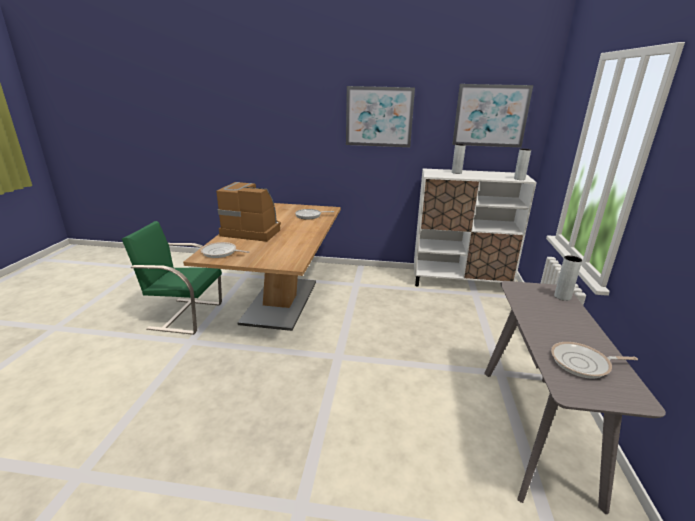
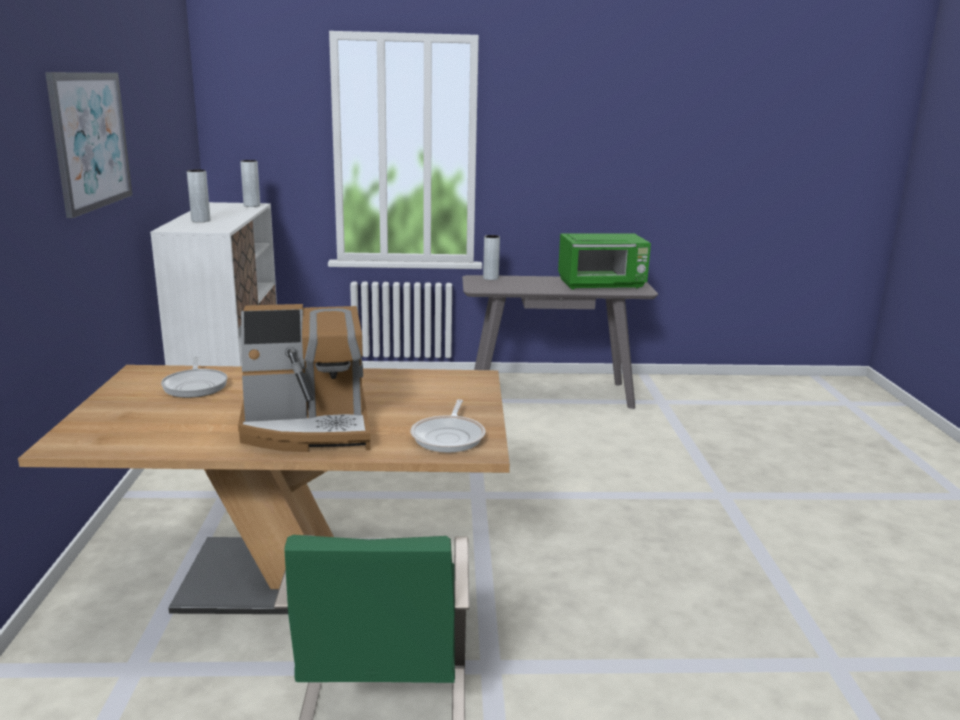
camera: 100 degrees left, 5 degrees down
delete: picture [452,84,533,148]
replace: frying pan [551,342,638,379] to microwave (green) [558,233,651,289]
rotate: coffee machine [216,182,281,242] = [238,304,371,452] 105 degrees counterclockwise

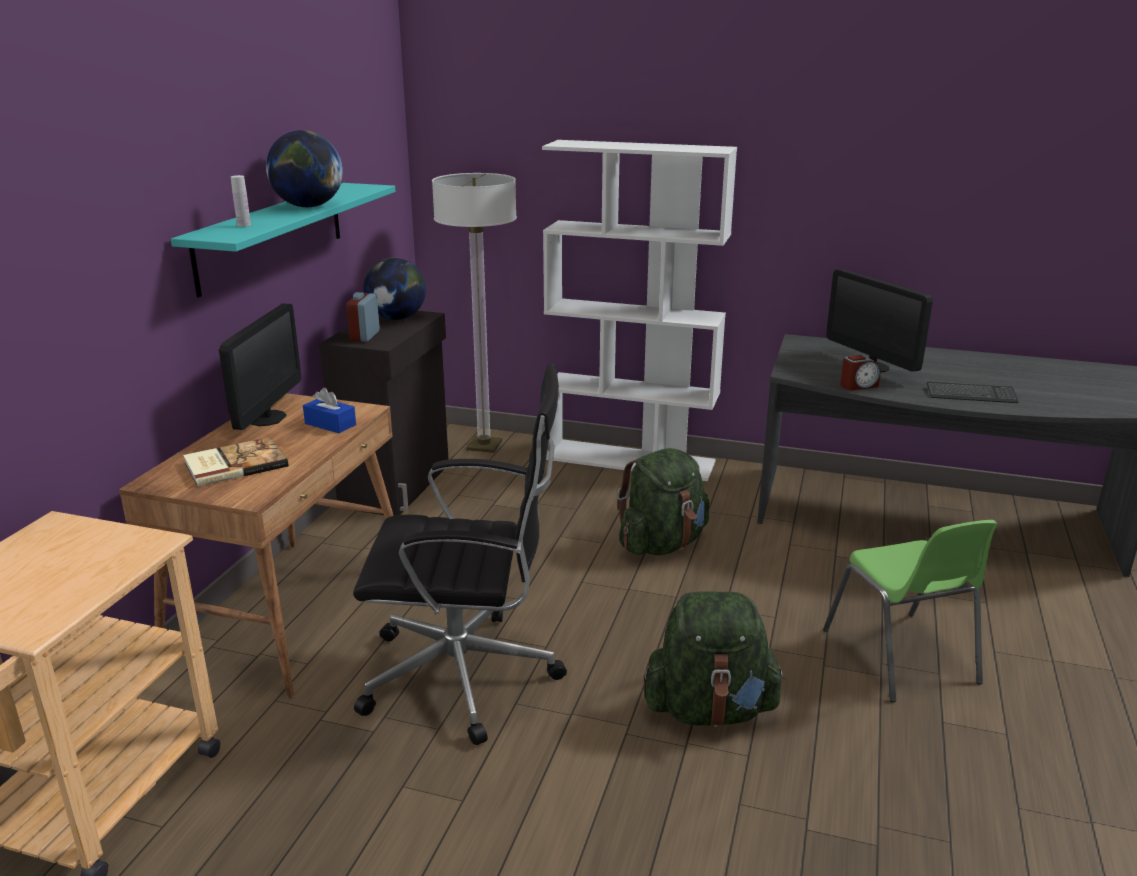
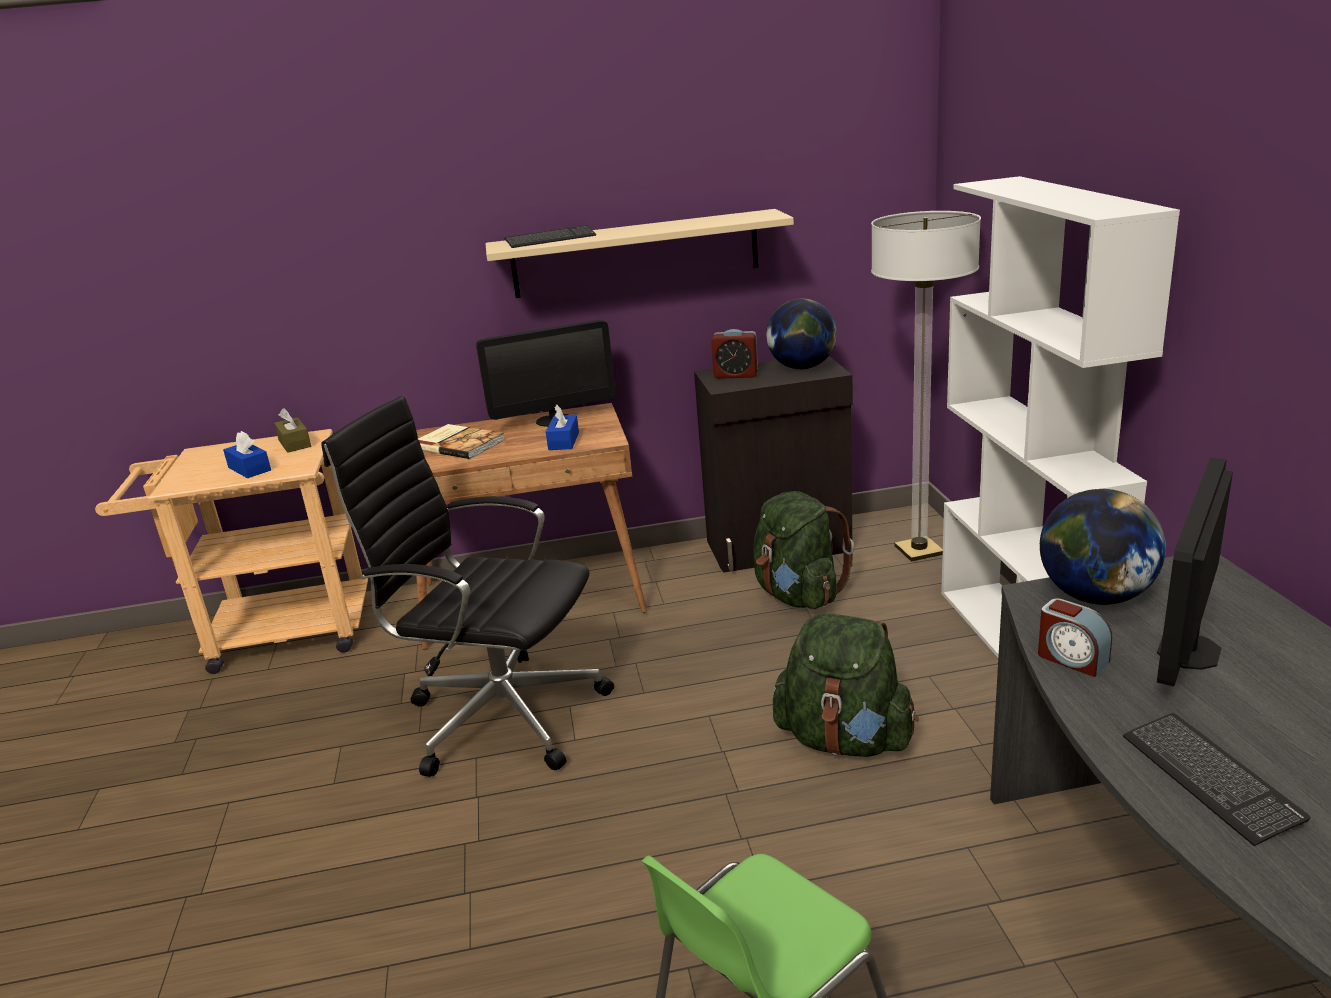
camera: 65 degrees right, 0 degrees up
insert: tissue box (blue) [223,431,271,478]; tissue box (brown) [274,408,311,453]
move: backpack (green) [643,592,785,727] to [754,491,854,609]; globe [266,130,343,207] to [1040,489,1166,605]
replace: bottle (white) [231,175,251,227] to keyboard [504,225,596,248]
recolor: shelf (turquoise) [171,183,396,297] to shelf (beige) [486,209,794,298]
rotate: office chair (black) [353,364,567,745] = [321,396,614,777] 135 degrees clockwise; alarm clock [346,292,380,342] = [711,329,758,379] 150 degrees counterclockwise

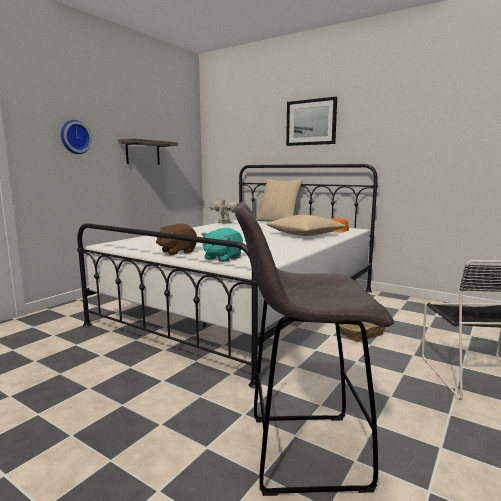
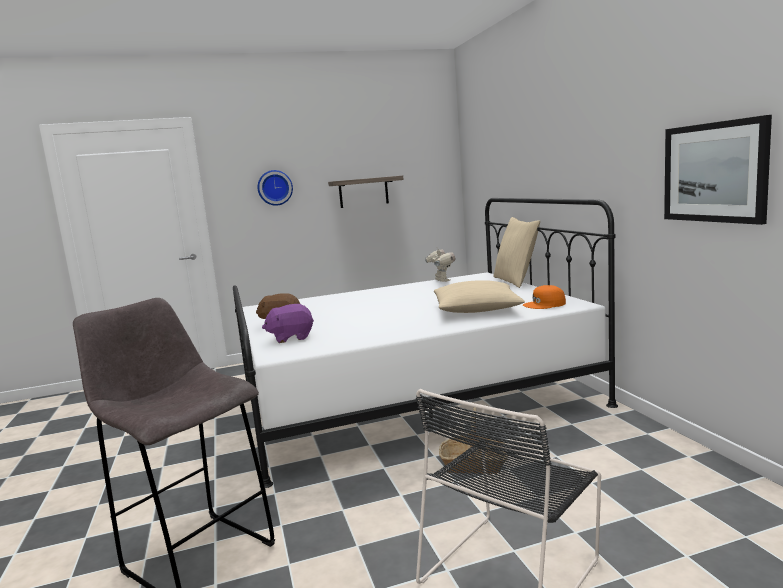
camera: 40 degrees right, 0 degrees up
move: picture [286,97,337,146] to [664,115,772,225]
recolor: plush toy (turquoise) [201,228,243,262] to plush toy (purple) [262,304,314,343]

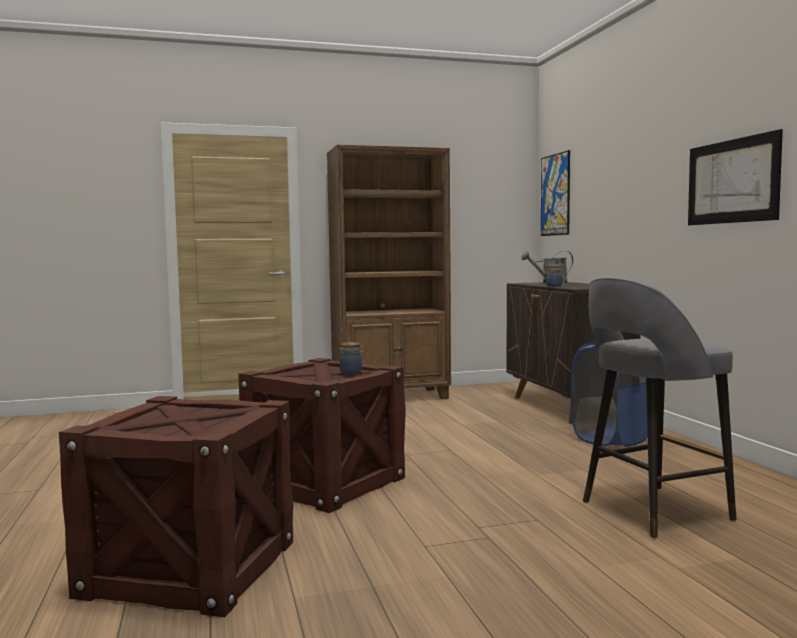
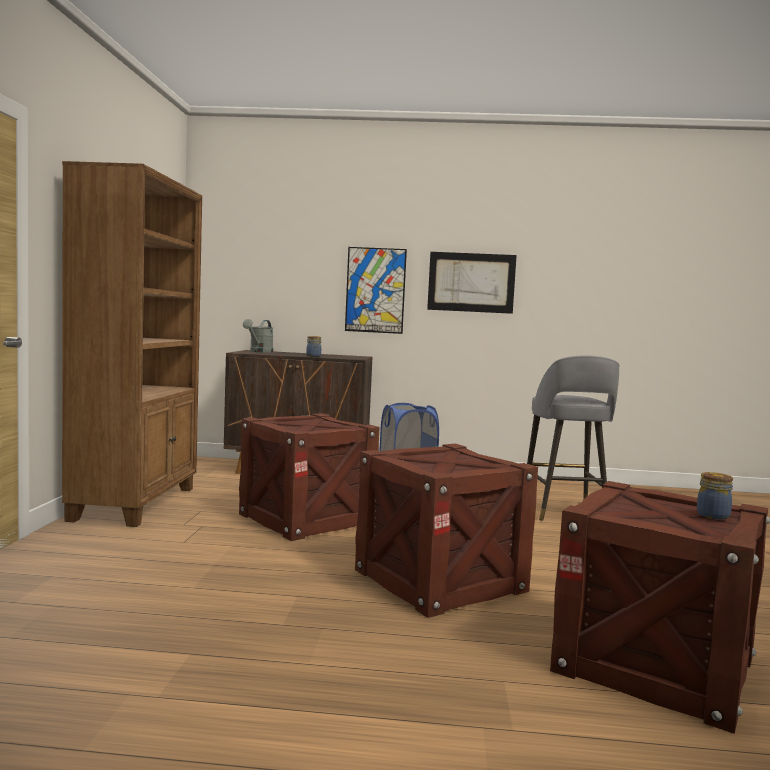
camera: 70 degrees left, 0 degrees up
insert: crate [239,413,380,541]
move: picture [541,150,570,236] to [345,247,407,334]; jar [340,342,364,375] to [697,472,733,520]

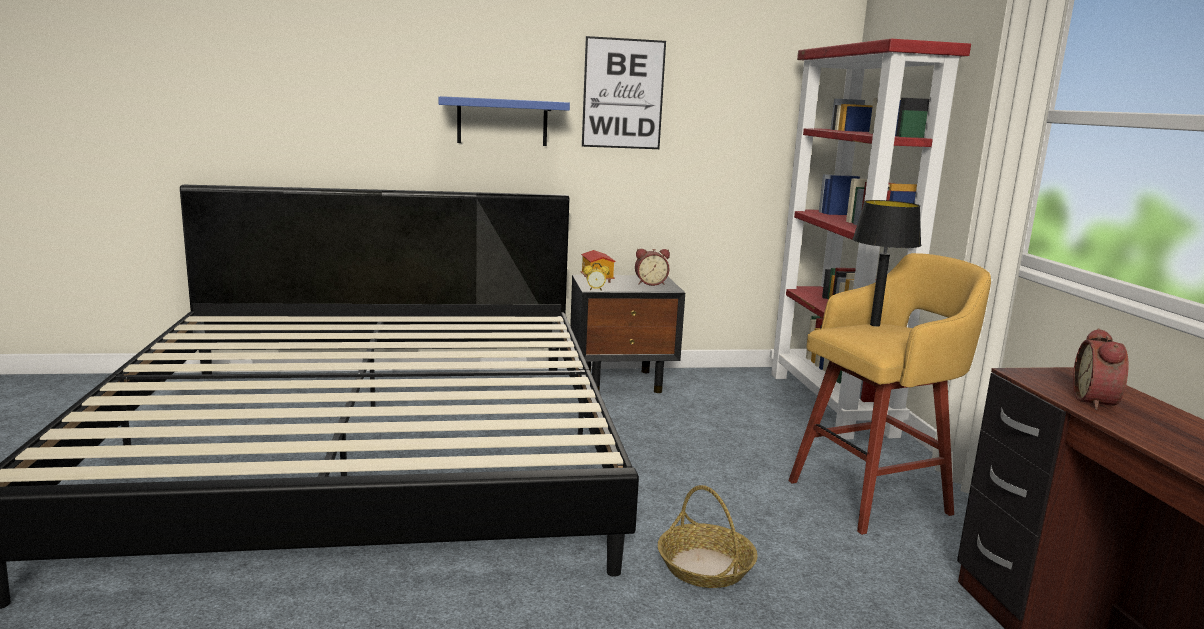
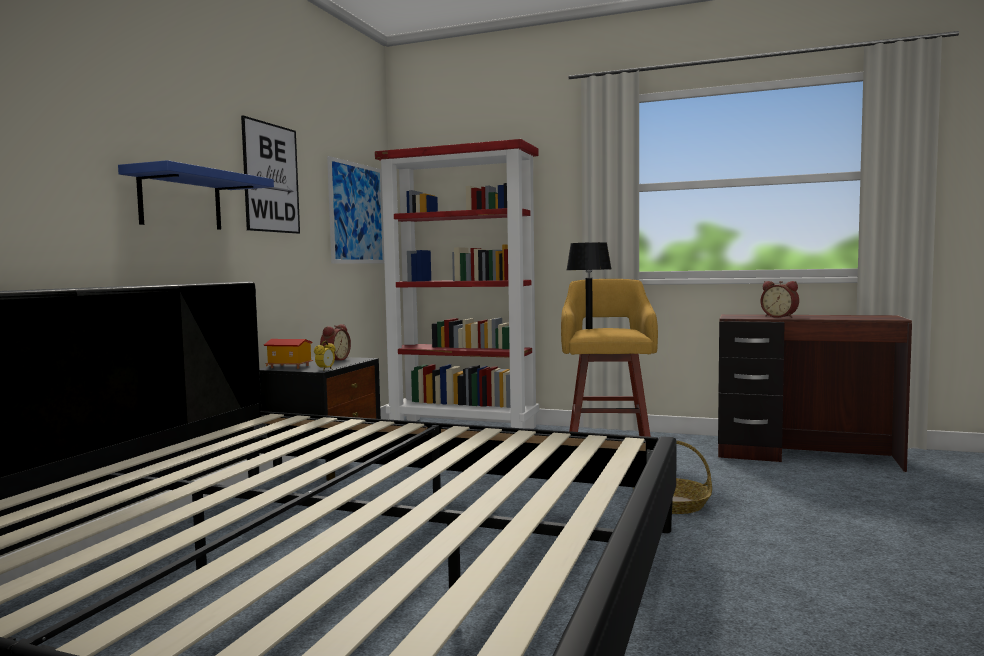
camera: 60 degrees left, 10 degrees down
insert: picture [327,156,384,264]

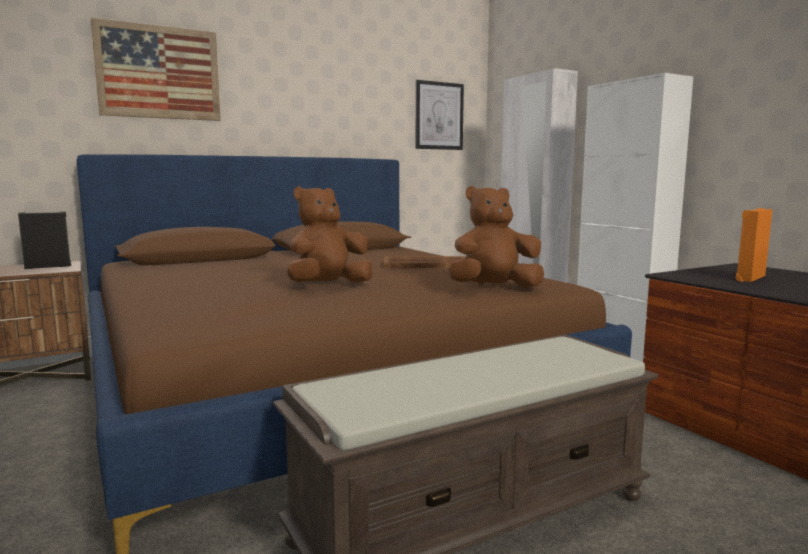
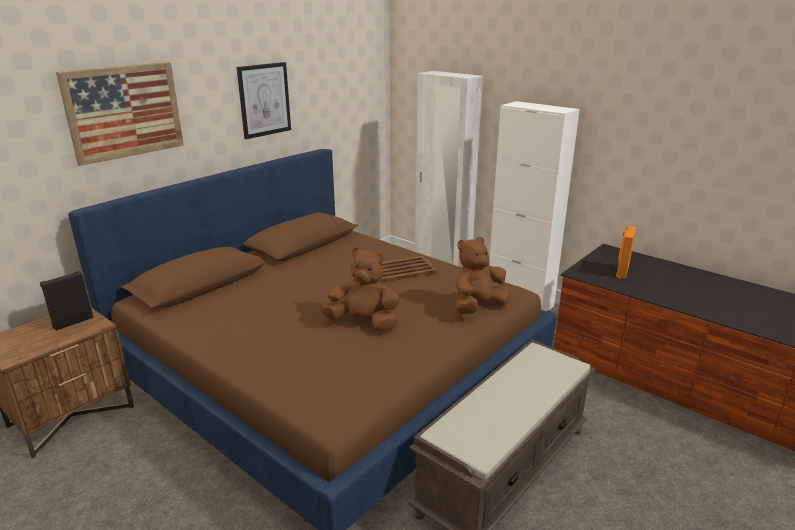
camera: 20 degrees left, 15 degrees up
move: picture [416,80,464,150] to [237,62,291,139]
rotate: plush toy (brown) [287,186,372,283] = [321,247,400,332] 75 degrees clockwise

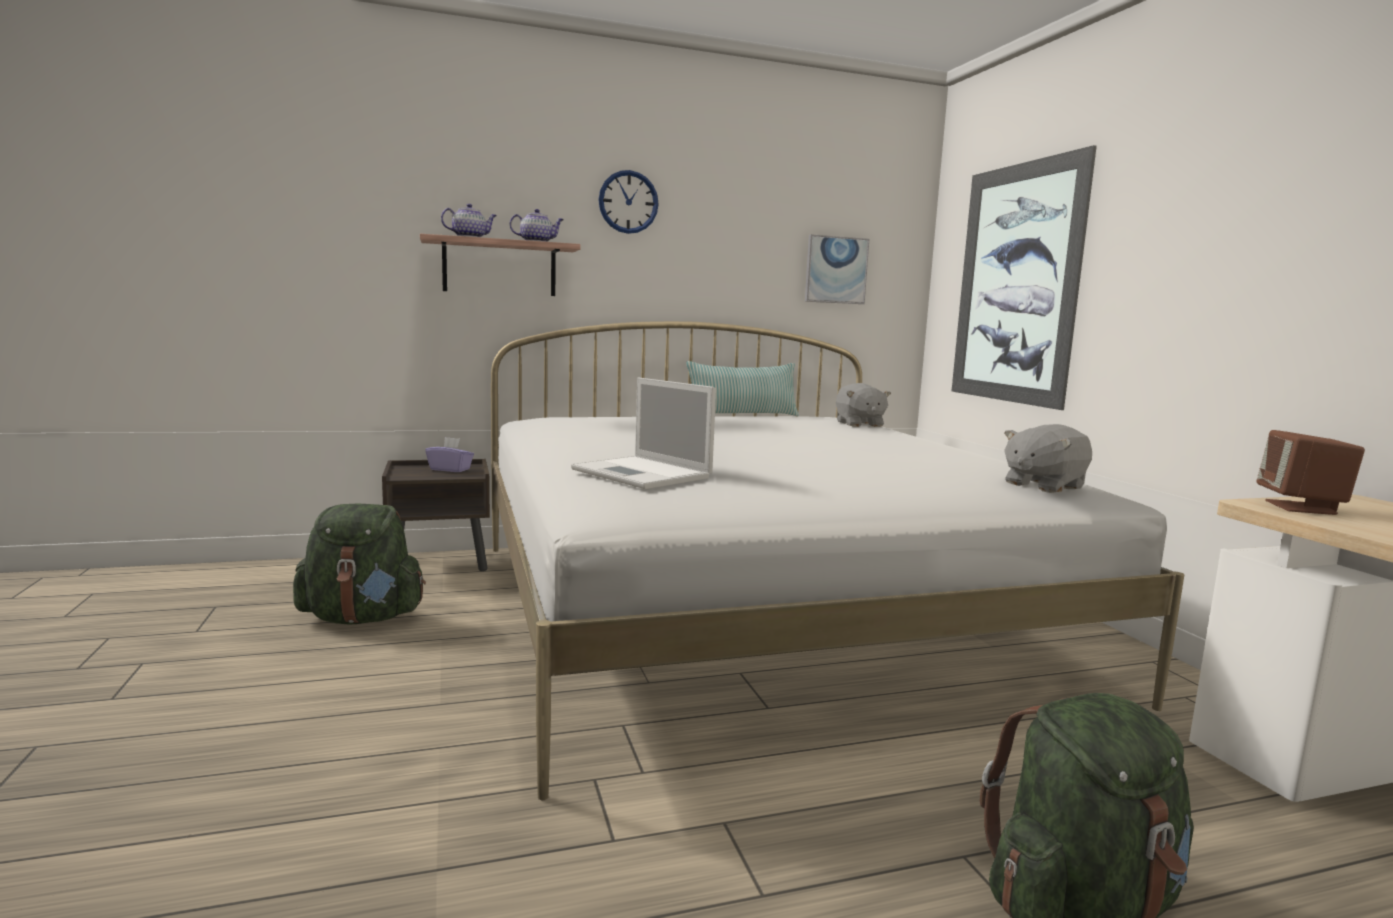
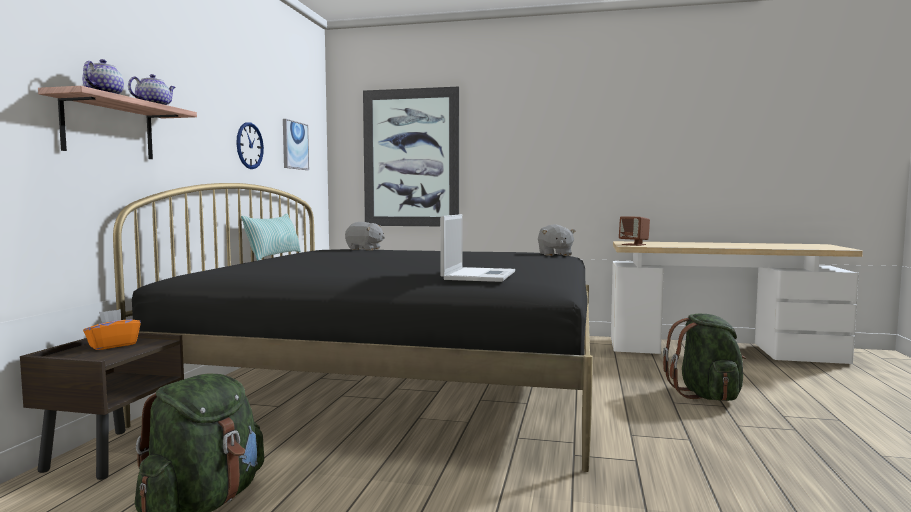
camera: 60 degrees left, 5 degrees down
move: wall clock [598,170,659,234] to [236,122,264,169]
recolor: tissue box (purple) [425,437,474,472] to tissue box (orange) [83,309,141,350]; bed (white) [491,321,1185,800] to bed (black) [113,183,593,472]
rotate: laptop [571,377,716,489] = [440,214,515,282] 60 degrees counterclockwise

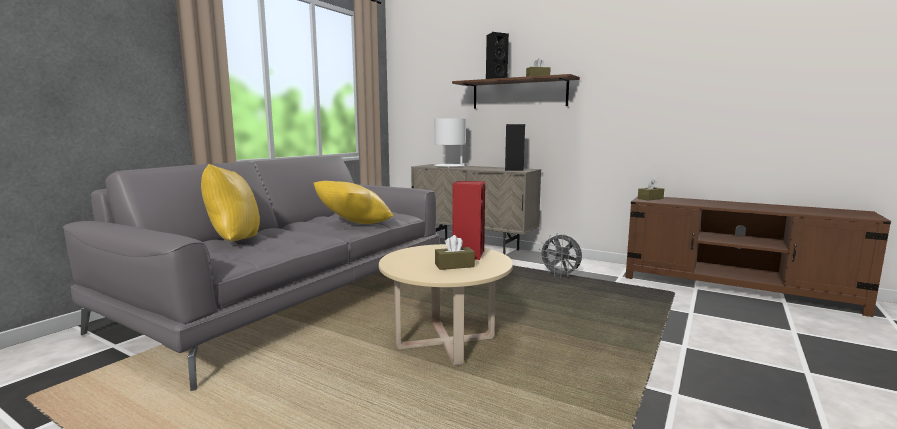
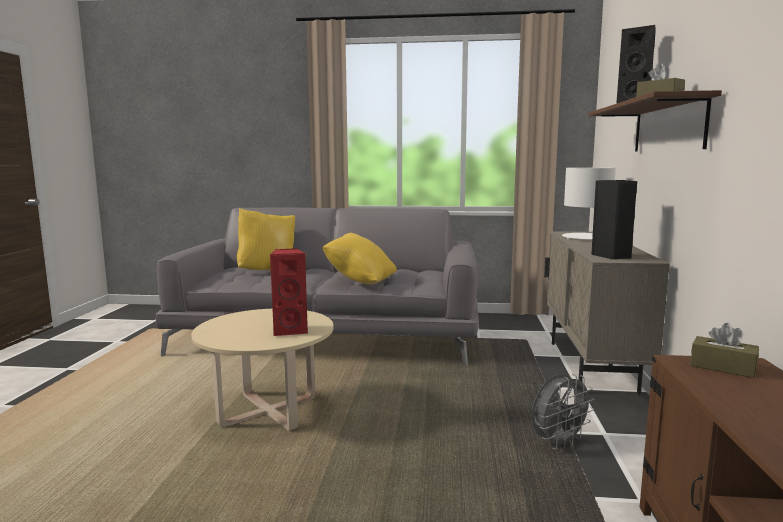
camera: 65 degrees right, 0 degrees up
delete: tissue box (brown) [435,235,475,270]
rotate: fan (grey) [539,233,582,277] = [532,374,595,450] 135 degrees counterclockwise

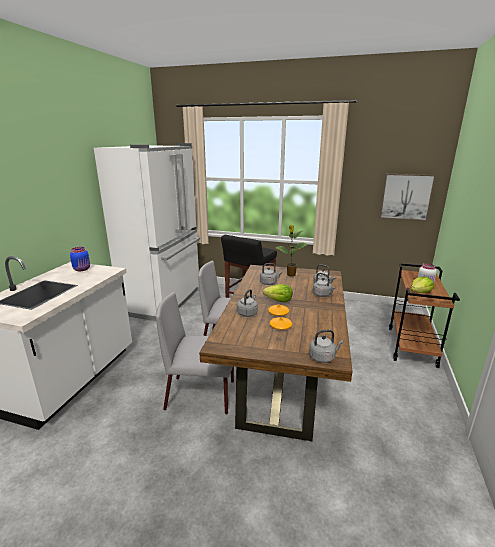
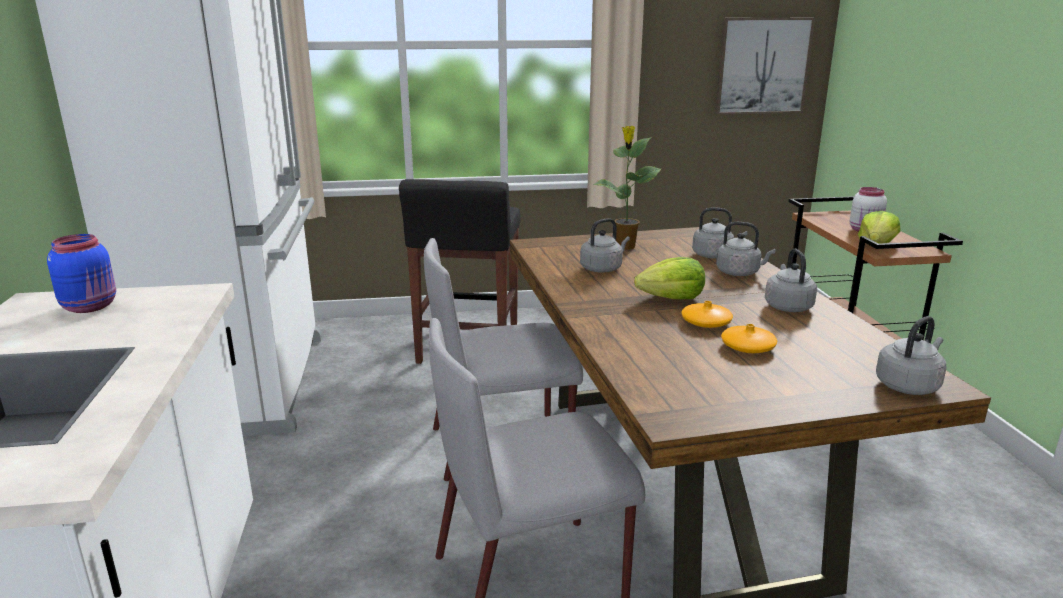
camera: 25 degrees left, 0 degrees up
move: kettle (grey) [237,289,258,317] to [765,249,817,312]

